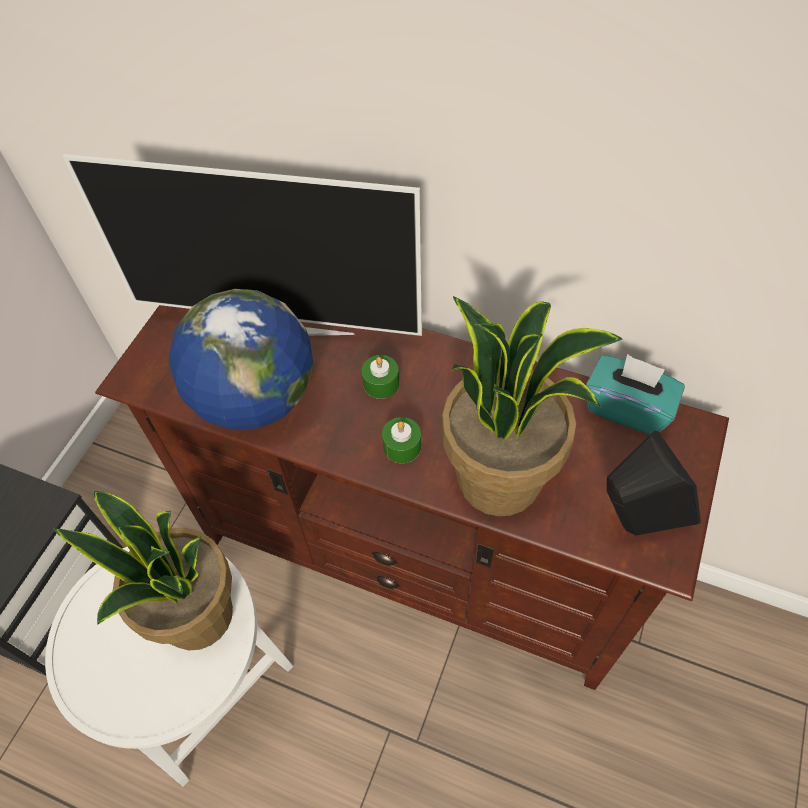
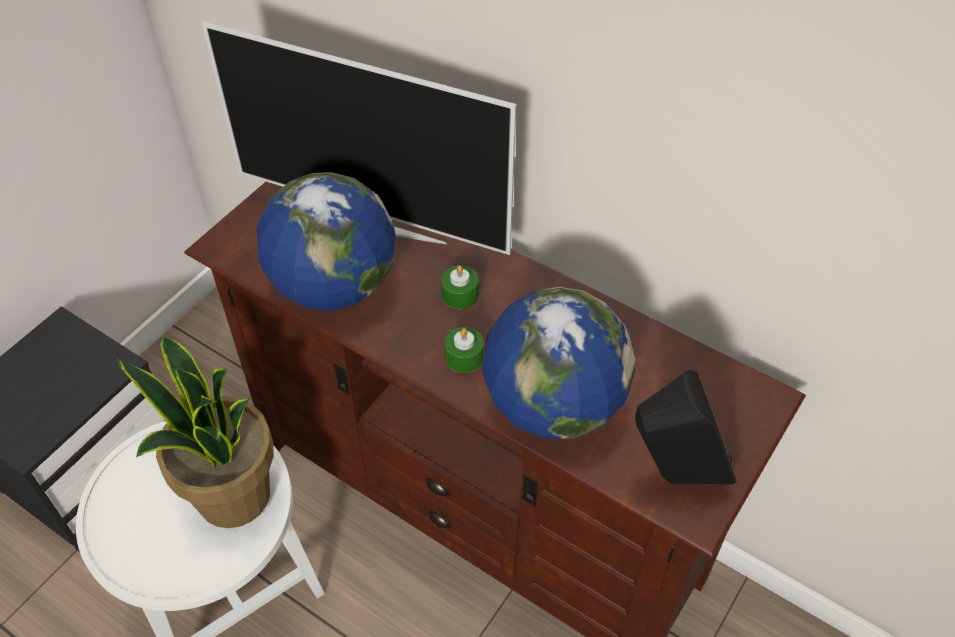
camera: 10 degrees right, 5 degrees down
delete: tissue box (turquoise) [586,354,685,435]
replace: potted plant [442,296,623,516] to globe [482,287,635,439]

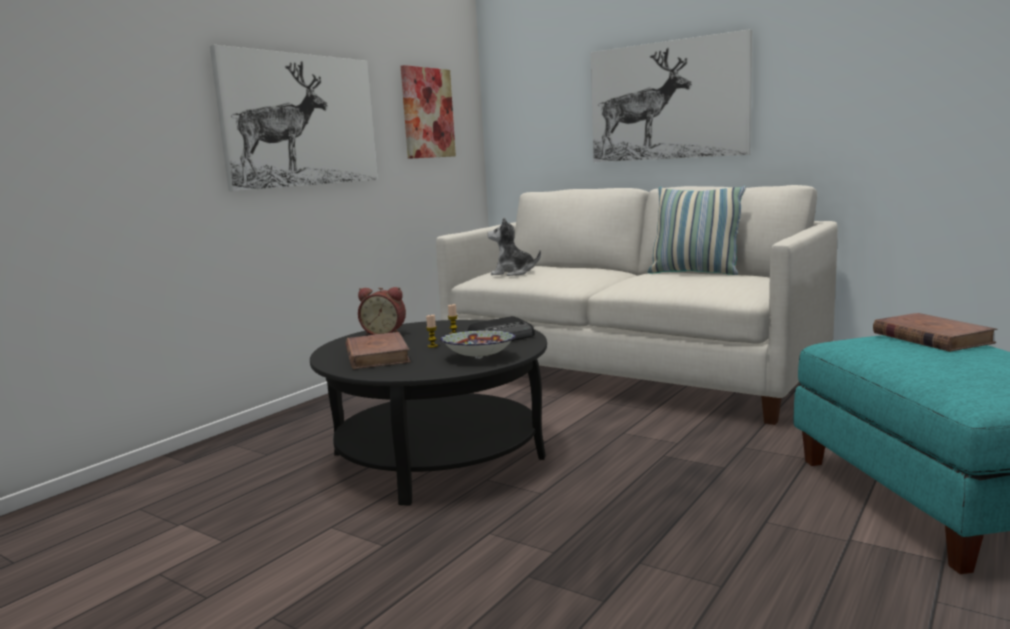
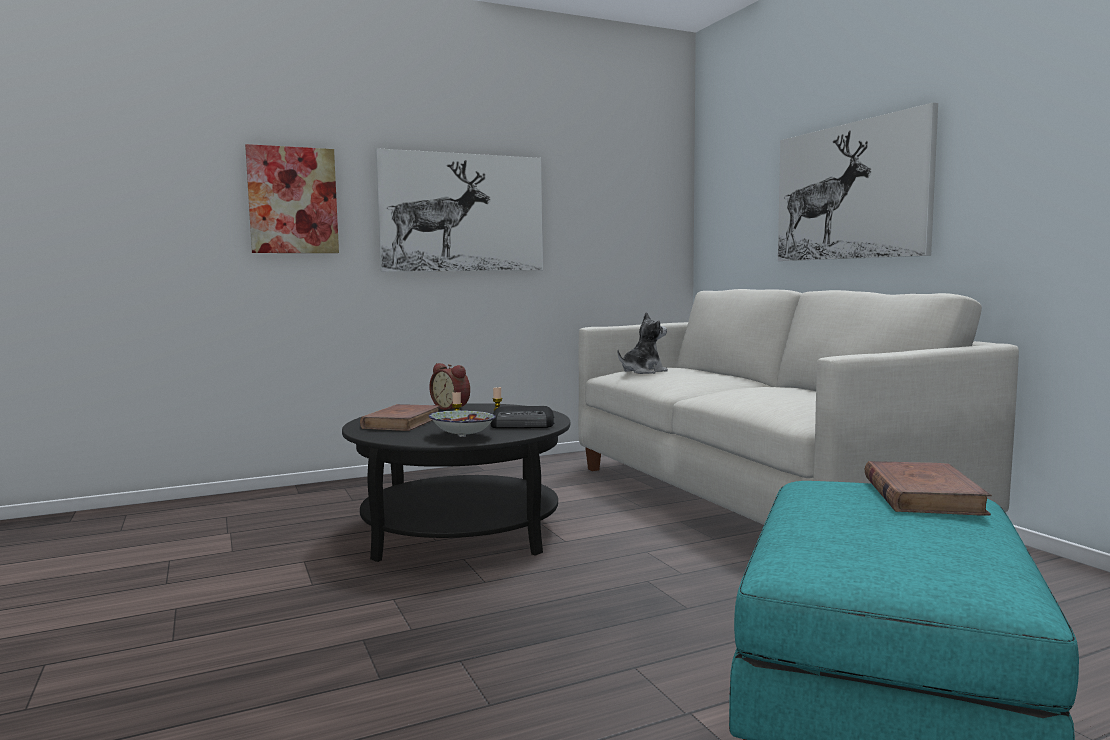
camera: 30 degrees right, 5 degrees down
delete: pillow [648,186,746,275]
move: picture [401,65,456,159] to [245,144,339,253]
rotate: plush toy [487,217,541,276] = [617,312,668,374] 105 degrees clockwise

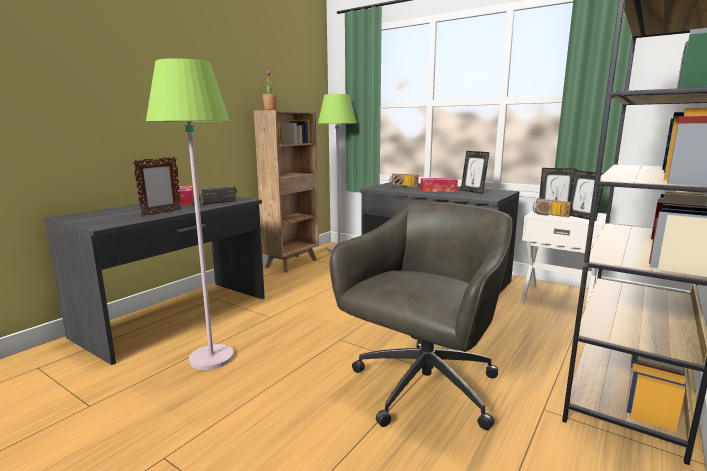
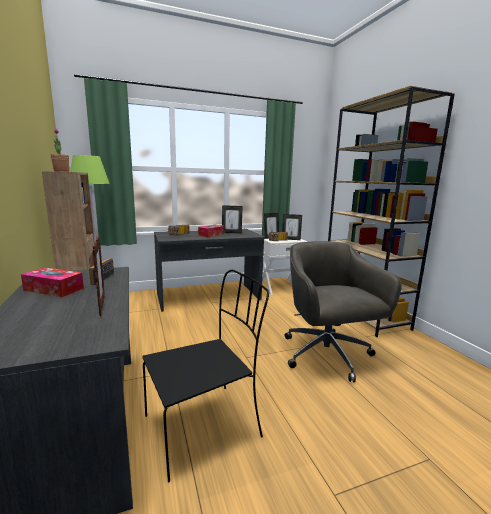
camera: 55 degrees left, 0 degrees up
replace: floor lamp (green) [146,58,234,370] to chair (black) [142,270,269,482]

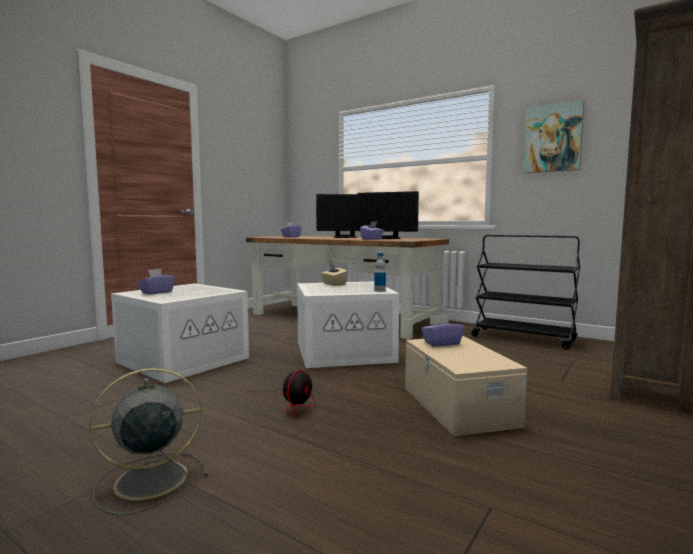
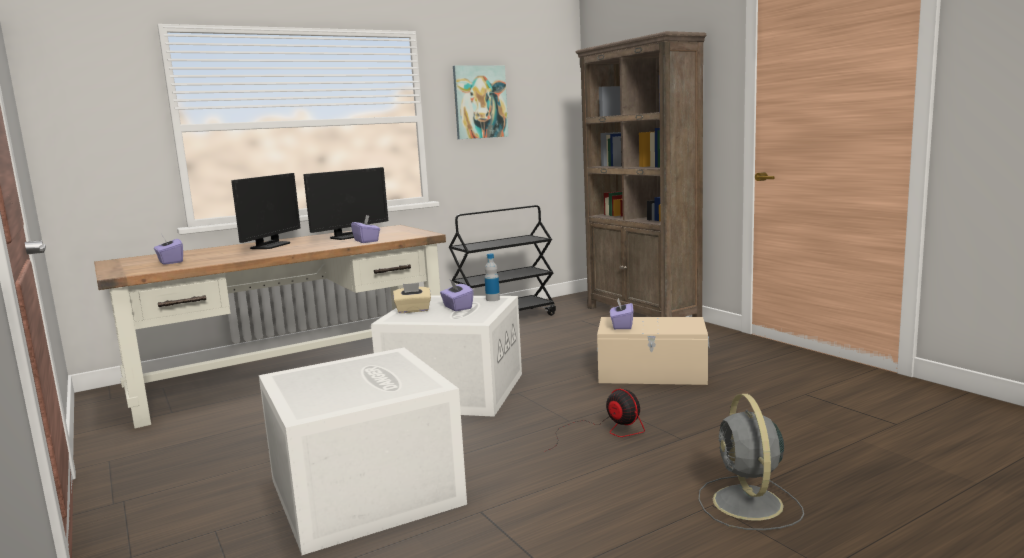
camera: 65 degrees left, 5 degrees up
move: tissue box (purple) [138,269,175,294] to [440,280,474,311]

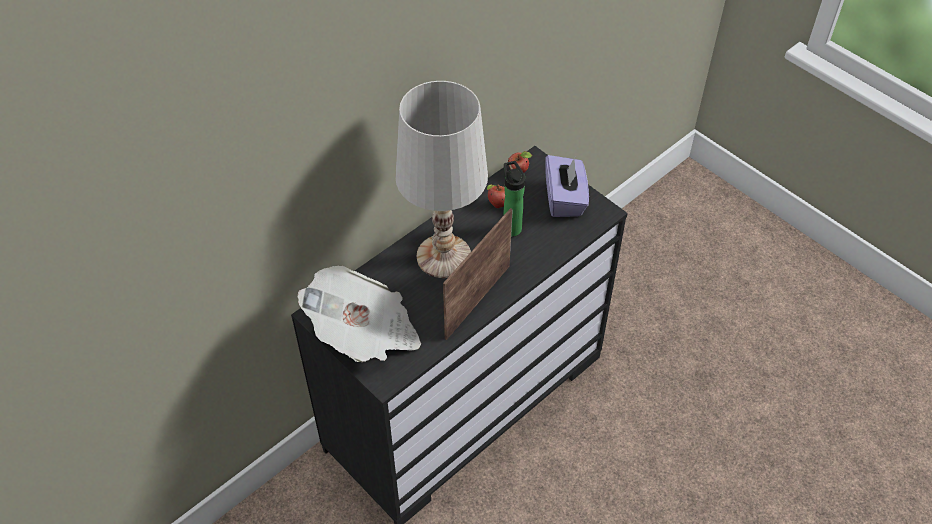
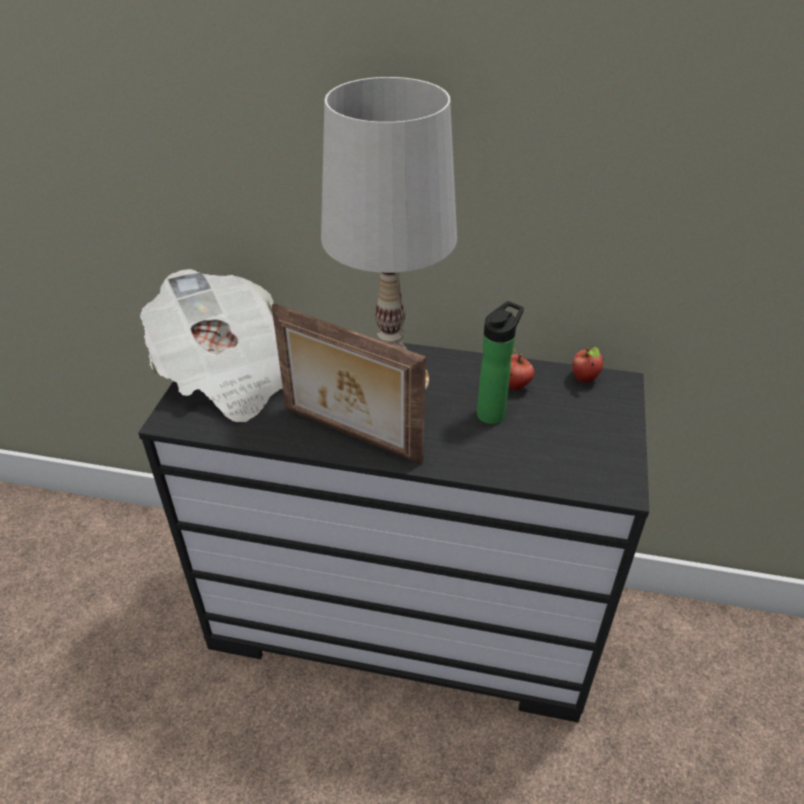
camera: 55 degrees right, 10 degrees down
delete: tissue box (purple) [545,155,589,217]
rotate: picture frame [443,208,513,340] = [272,303,426,465] 150 degrees counterclockwise

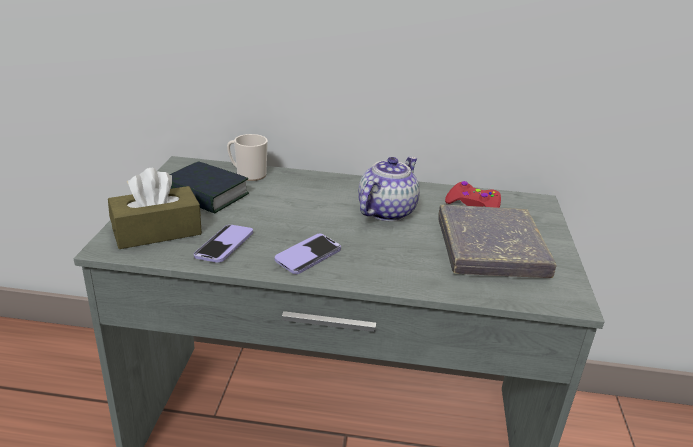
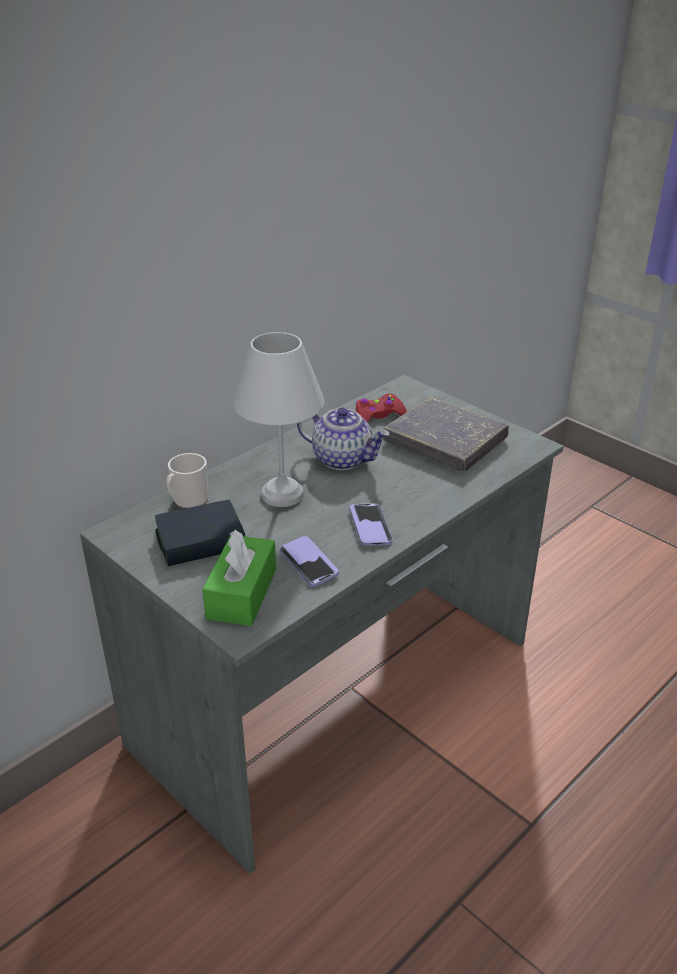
camera: 50 degrees left, 5 degrees up
insert: table lamp (white) [233,332,324,507]
recolor: tissue box (brown) [108,168,202,249] to tissue box (green) [202,530,276,626]
rotate: teapot [358,156,420,222] = [297,407,390,470] 135 degrees clockwise

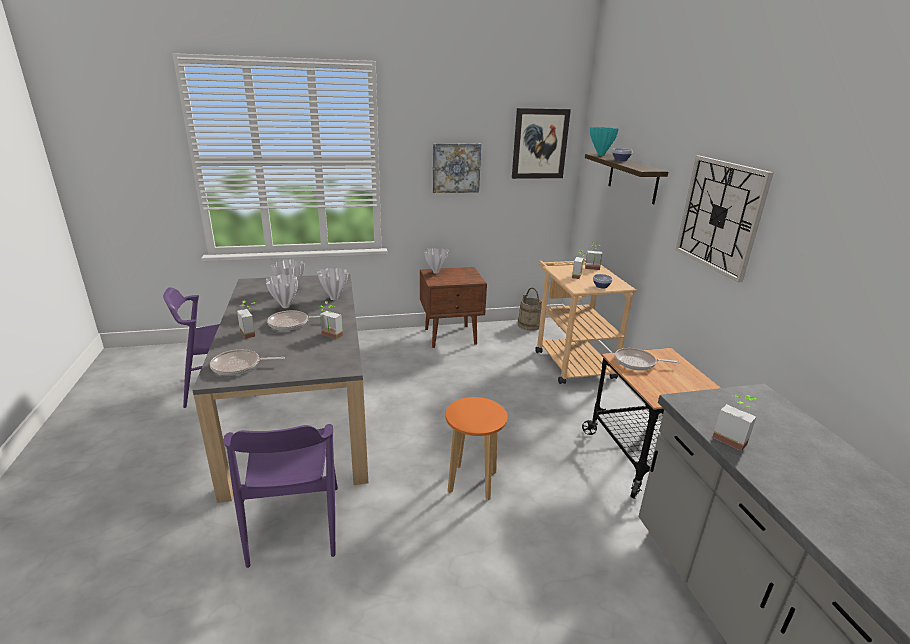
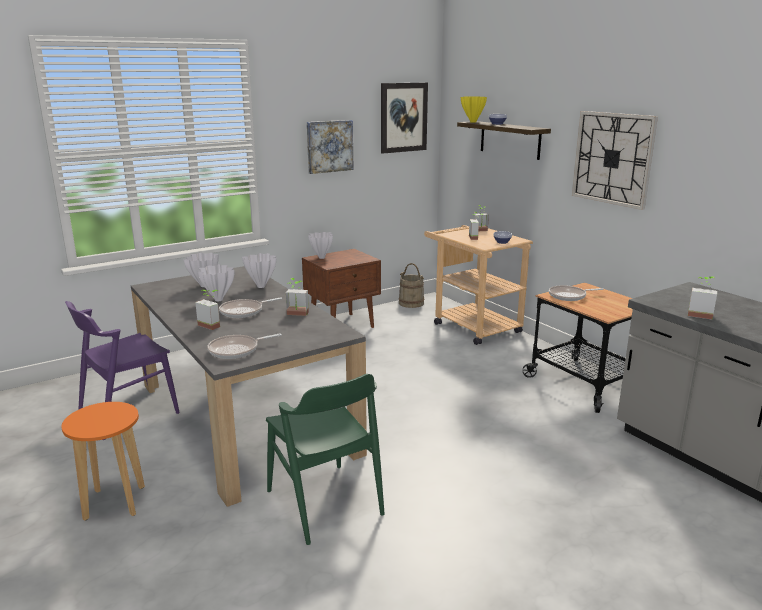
camera: 20 degrees left, 5 degrees down
move: stool (orange) [445,397,507,500] to [61,402,145,521]
recolor: chair (purple) [223,424,338,568] to chair (green) [266,374,385,545]; vase (turquoise) [590,127,619,156] to vase (yellow) [461,96,487,123]

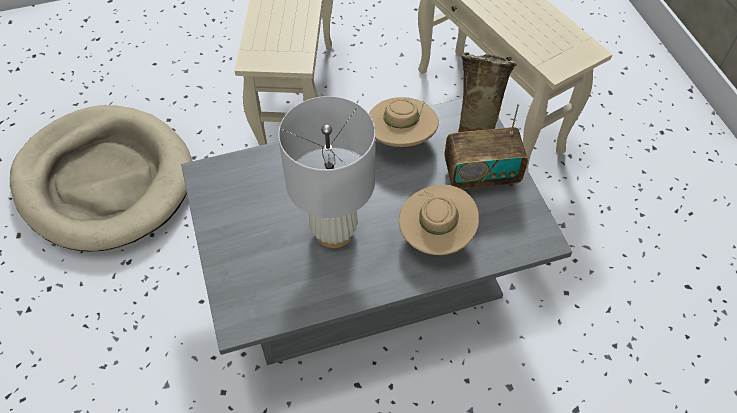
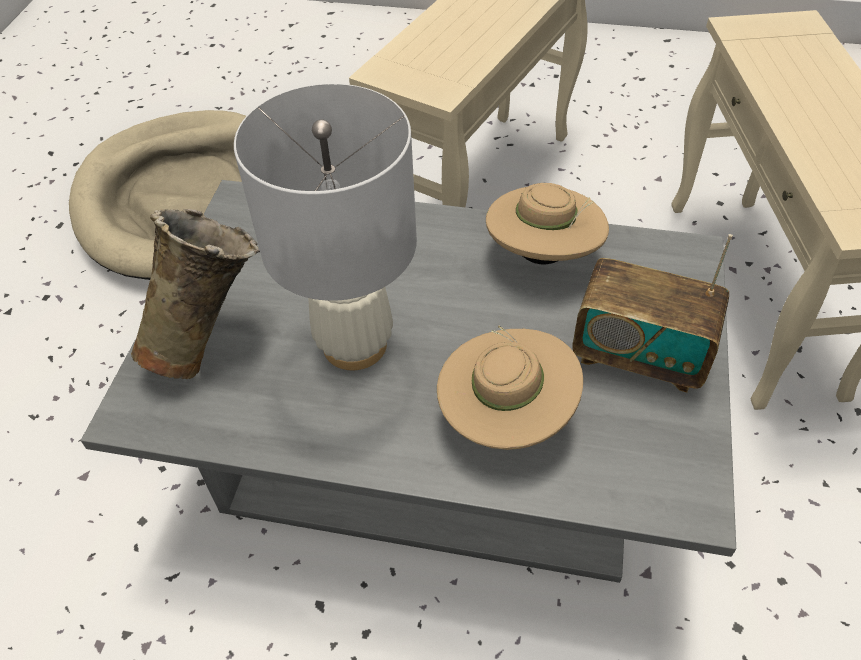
camera: 30 degrees right, 5 degrees down
move: vase (beige) [458,52,517,132] to [131,209,260,379]

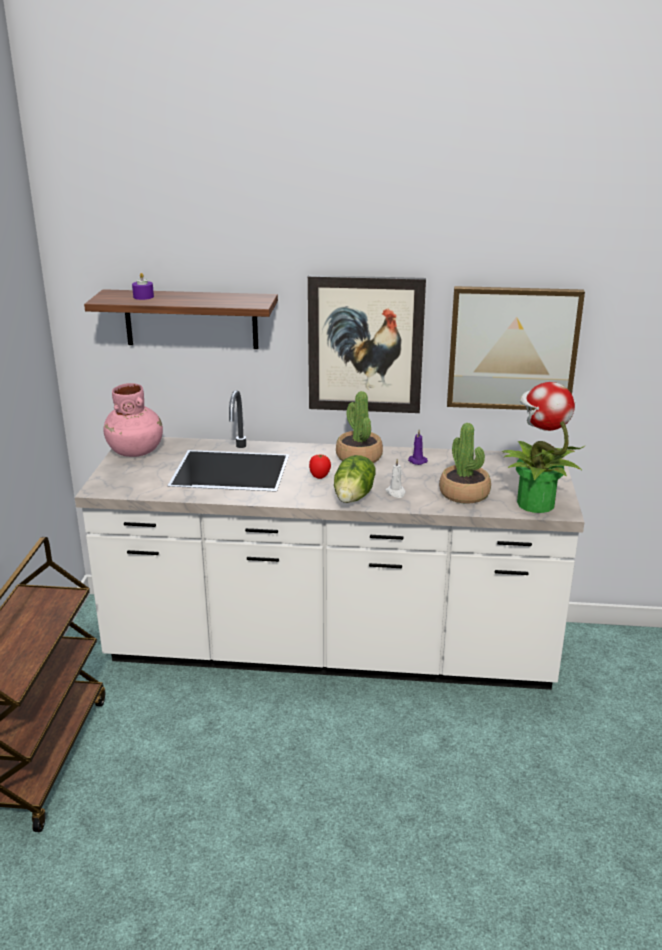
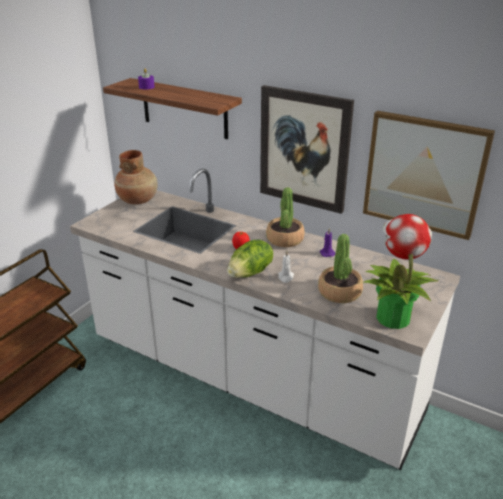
camera: 25 degrees right, 5 degrees up
recolor: vase (pink) [104,383,163,457] to vase (brown) [114,150,158,204]

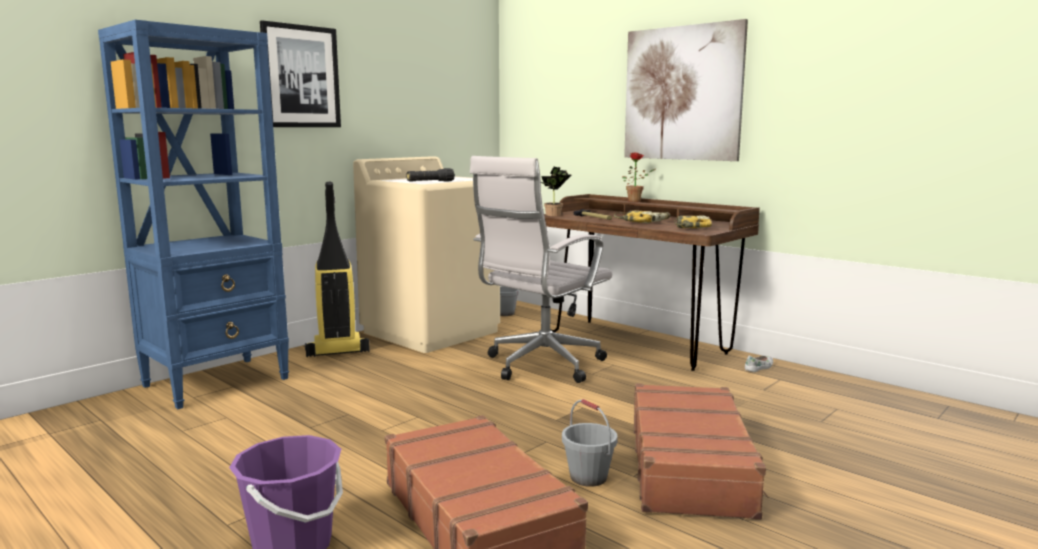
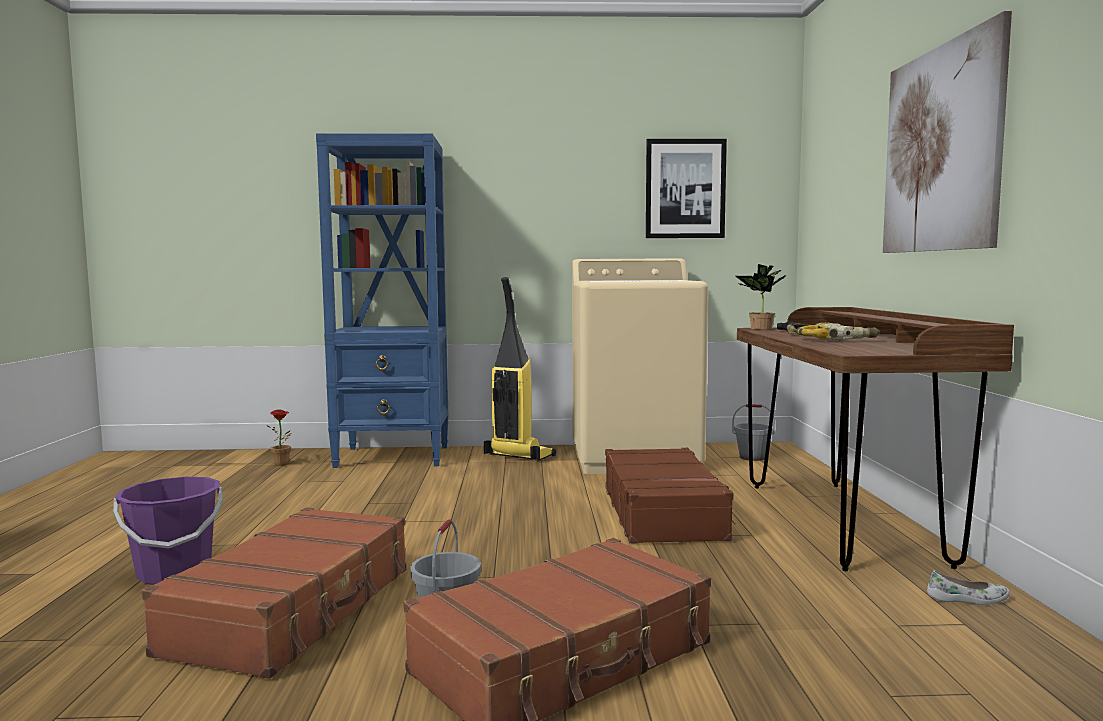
camera: 45 degrees right, 5 degrees down
delete: flashlight (black) [406,168,455,182]; power drill [675,215,712,228]
move: potted plant [622,153,655,202] to [268,409,291,466]; picture [260,20,341,127] to [646,139,727,238]
replace: office chair (white) [470,156,612,383] to suitcase (brown) [605,448,735,544]

